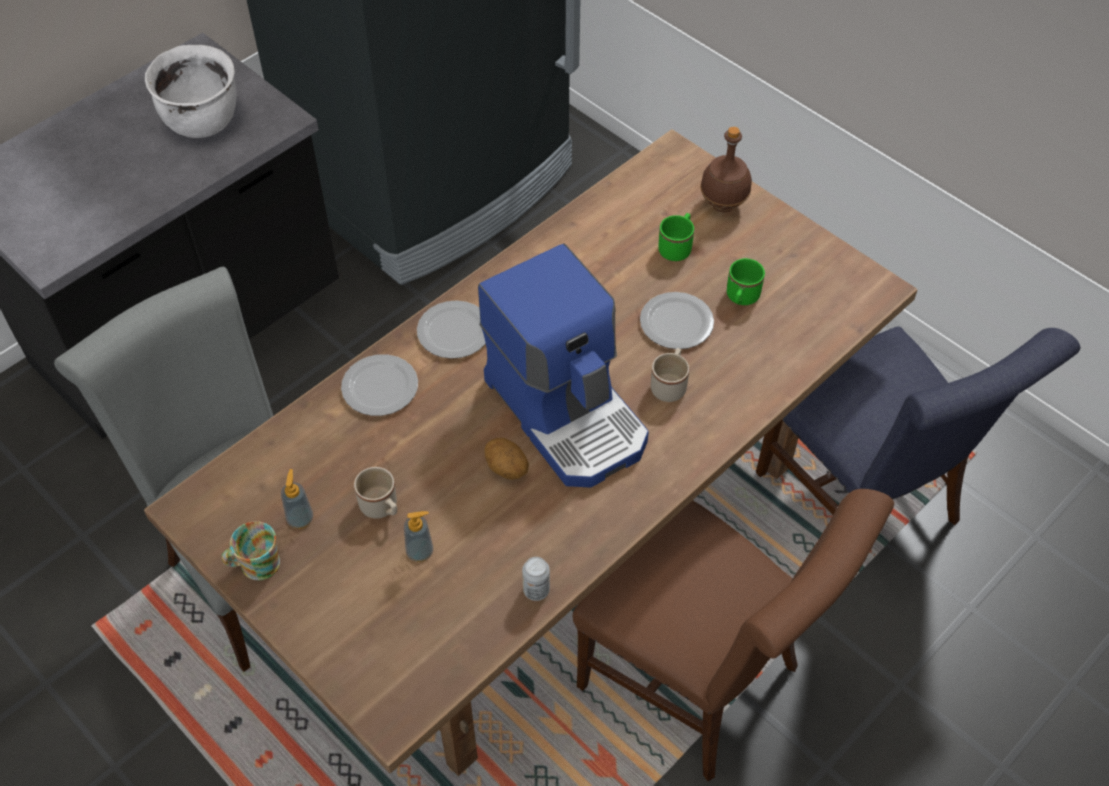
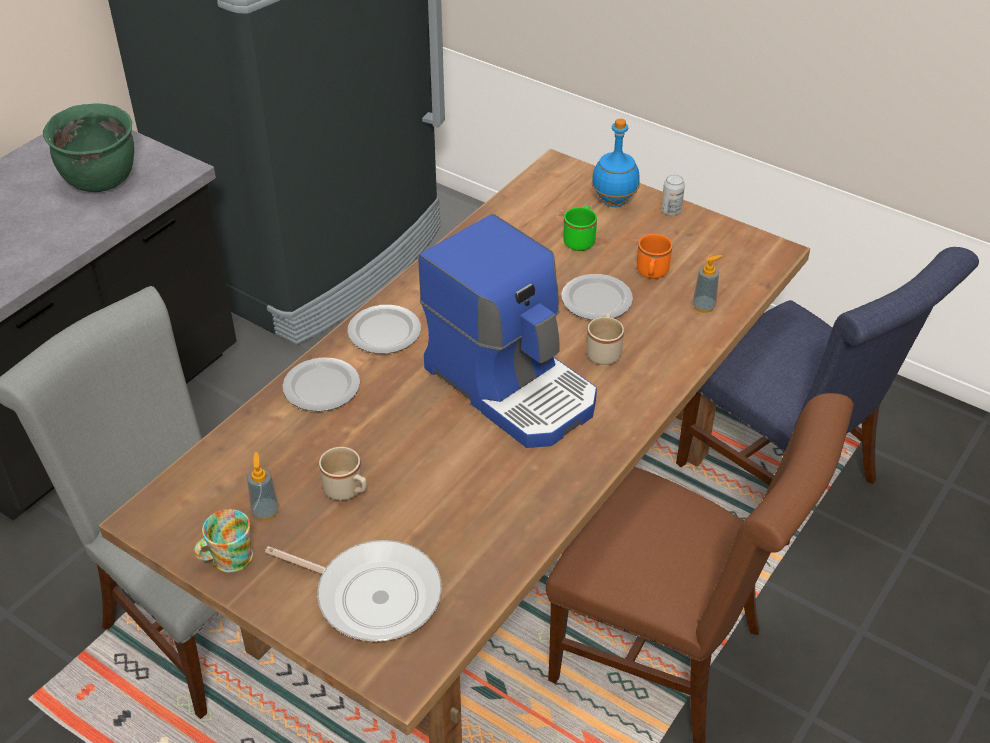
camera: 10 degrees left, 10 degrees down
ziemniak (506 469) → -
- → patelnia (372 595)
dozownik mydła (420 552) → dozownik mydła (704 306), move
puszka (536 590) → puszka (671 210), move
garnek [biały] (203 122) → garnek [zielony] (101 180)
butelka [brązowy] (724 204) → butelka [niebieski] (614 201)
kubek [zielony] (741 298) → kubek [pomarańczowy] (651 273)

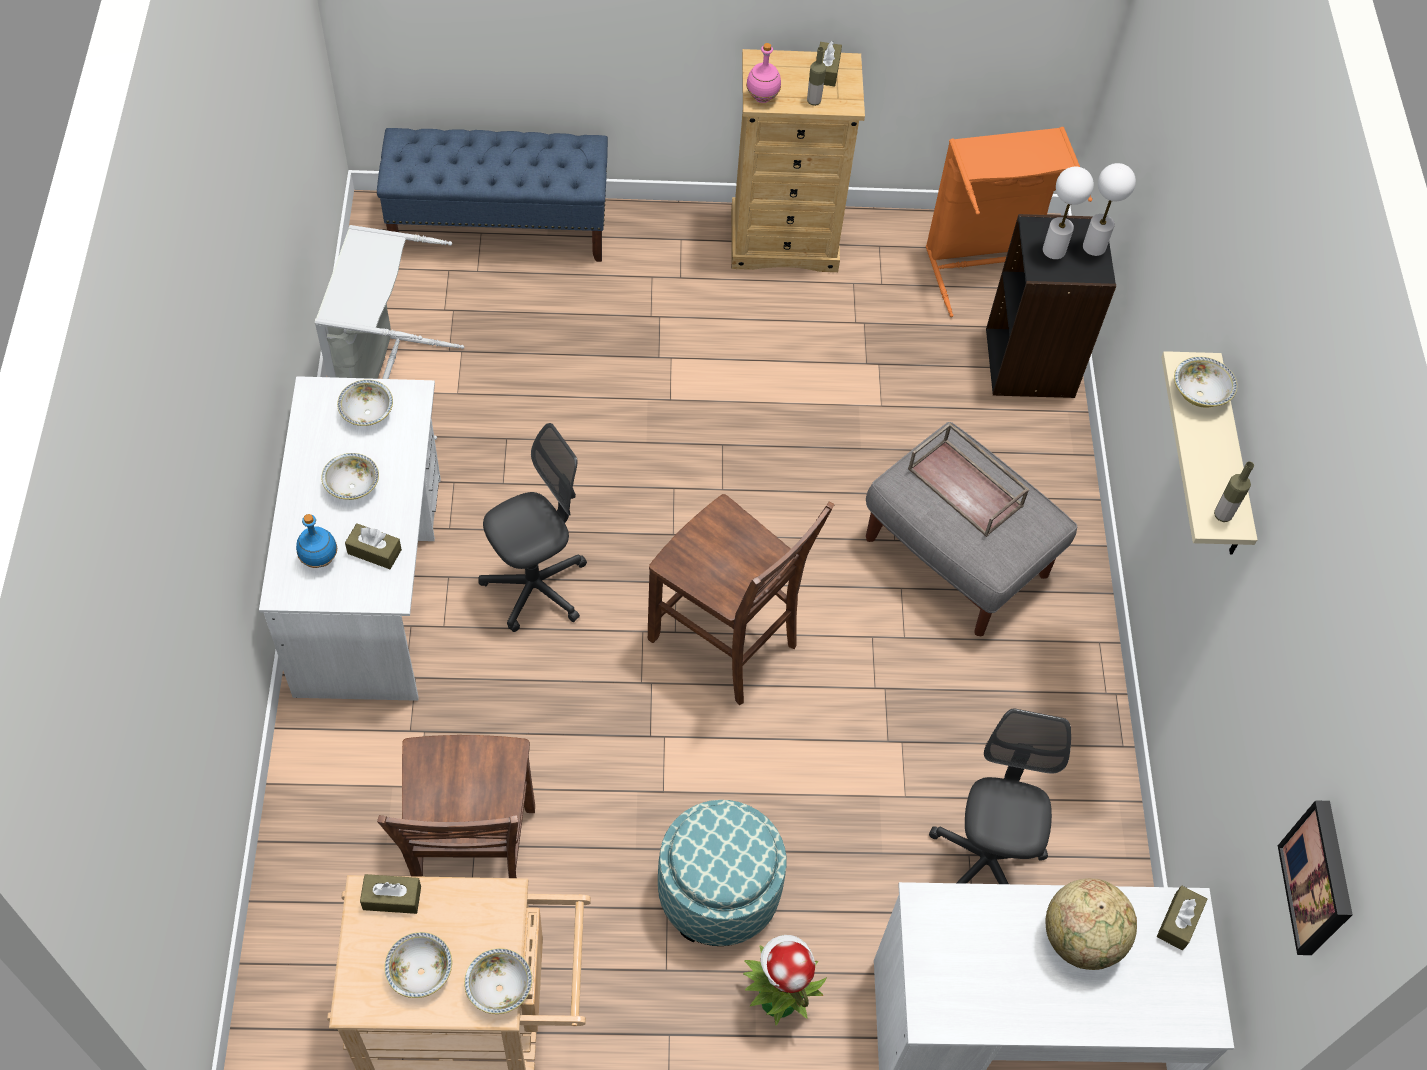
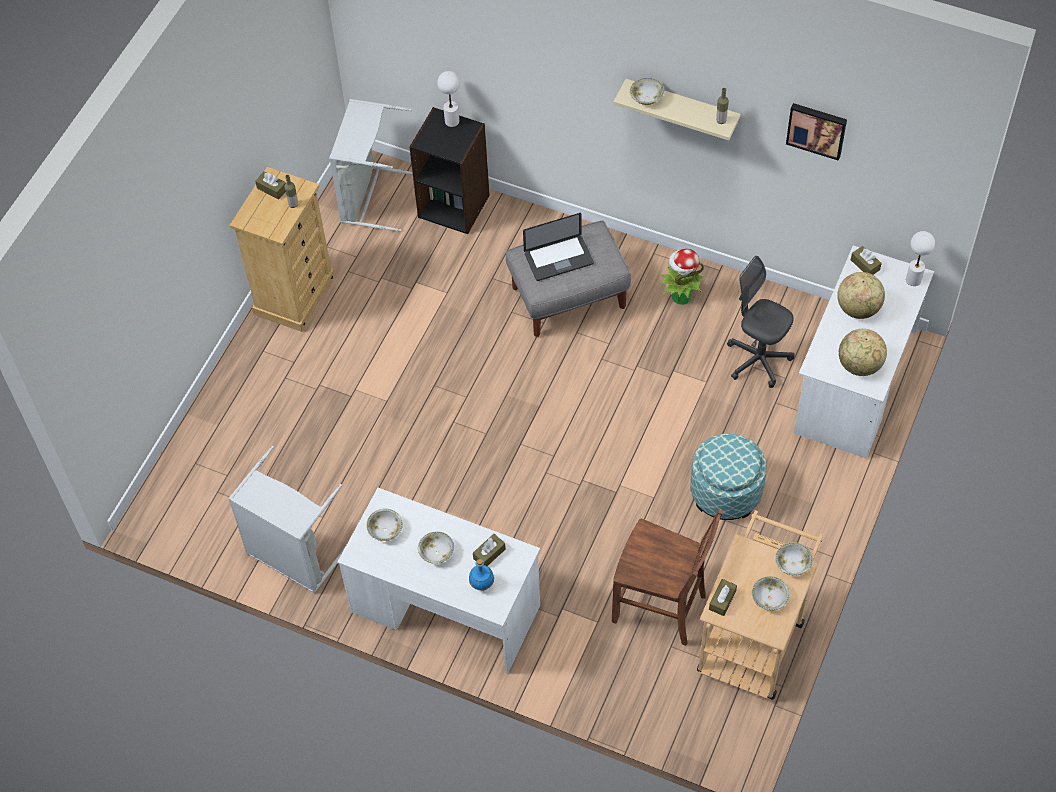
camera: 60 degrees left, 0 degrees up
ławka [niebieski] (500 229) → -
krzesło biurowe [szary] (535 587) → -
krzesło [brązowy] (726 643) → -
butelka [różowy] (761 97) → -
- → globus (859 365)
roślina doniczkowa (777 998) → roślina doniczkowa (680 296), move
lampa stołowa [biały] (1053 250) → lampa stołowa [biały] (913 280), move
obraz (1320 878) → obraz (817 129), move
taca [brązowy] (967 487) → laptop (558 259)
kosz na pranie [pomarańczowy] (987 265) → kosz na pranie [szary] (370 197)

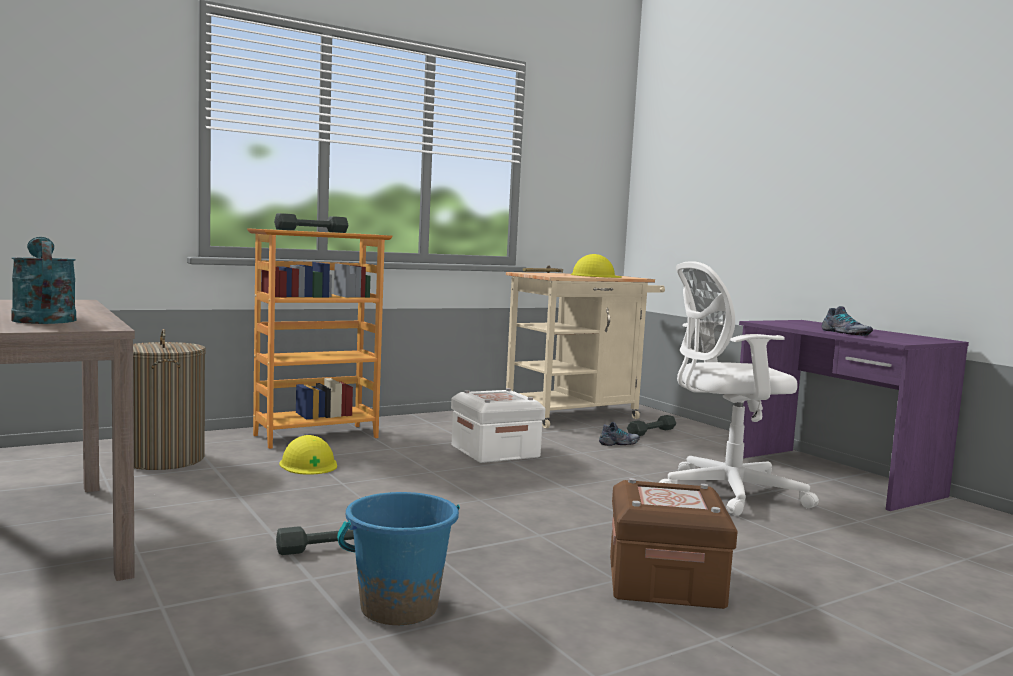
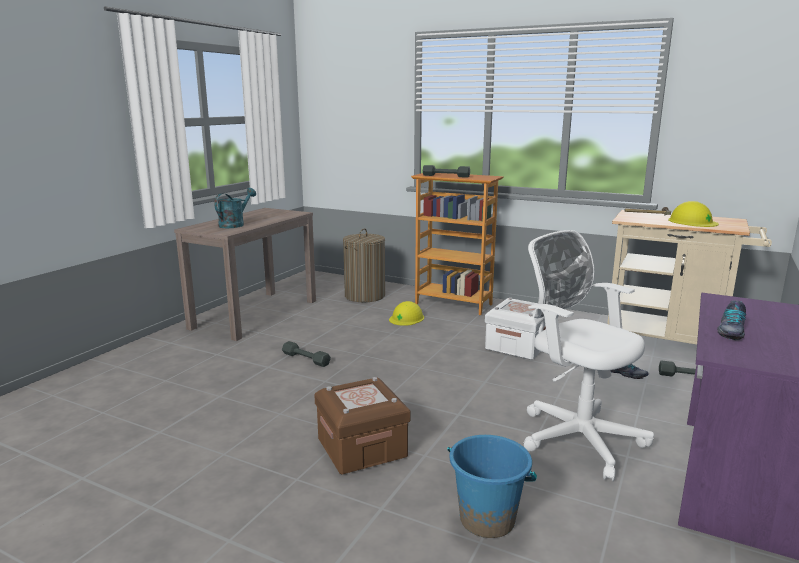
camera: 60 degrees right, 10 degrees up
wiadro [niebieski] (398 608) → wiadro [niebieski] (487 519), move

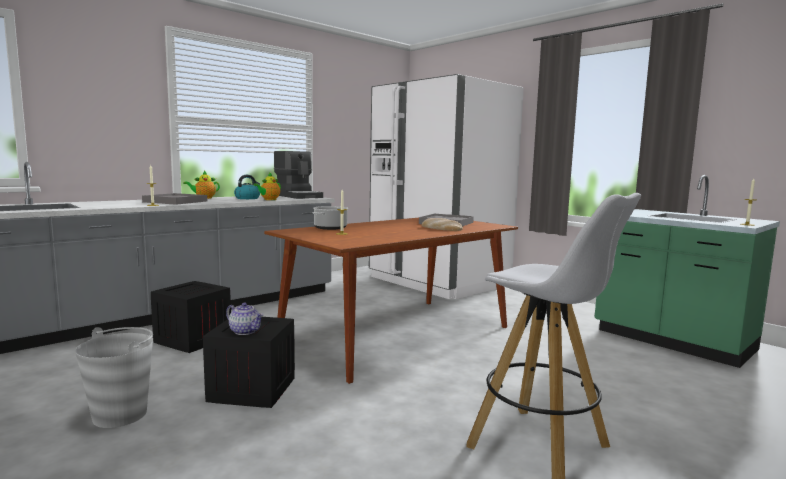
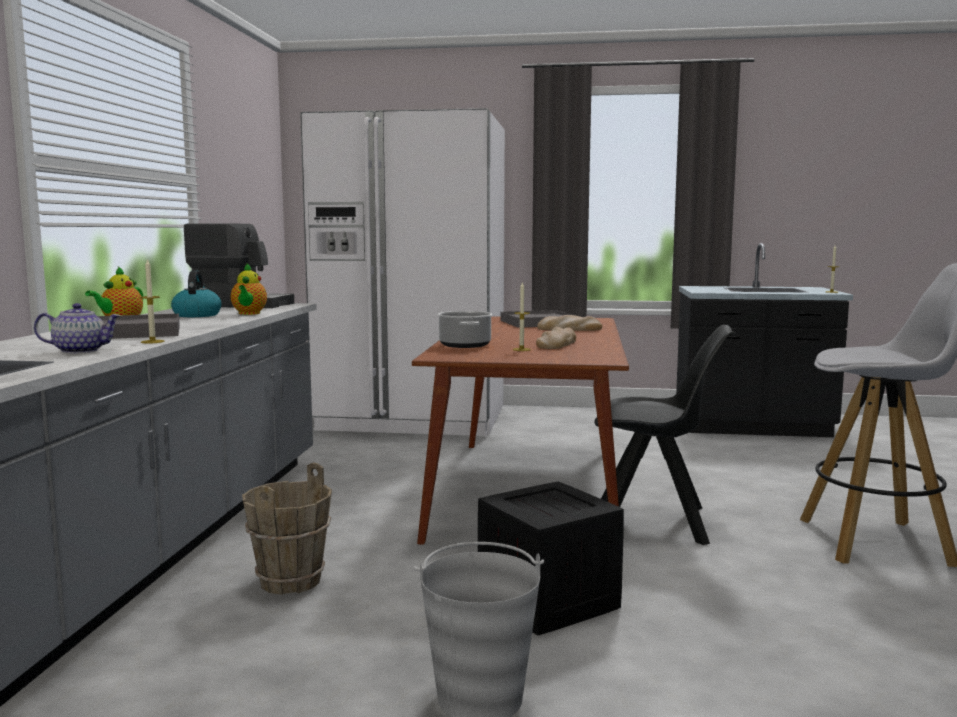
camera: 40 degrees left, 0 degrees up
- → chleb (557 344)
- → krzesło [czarny] (655 523)
imbryk (245 331) → imbryk (81 351), move
skrzynka (193 339) → wiadro [brązowy] (289 581)
zabudowa kuchenna [zielony] (672 341) → zabudowa kuchenna [czarny] (752 427)

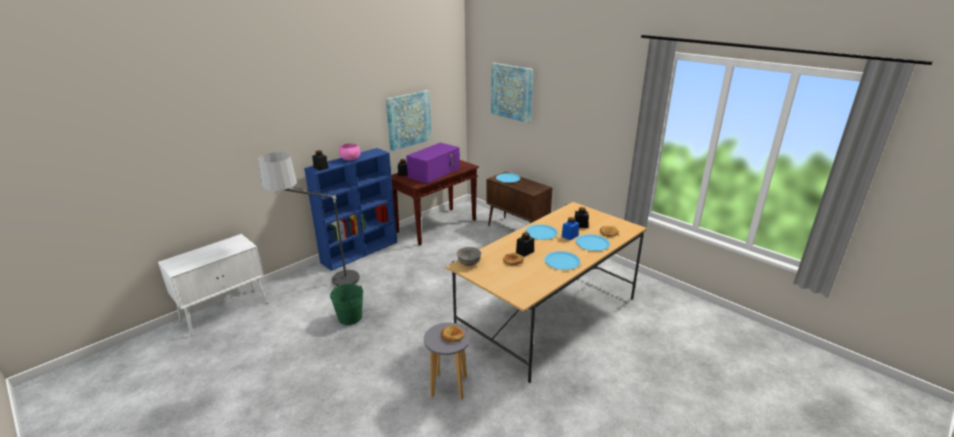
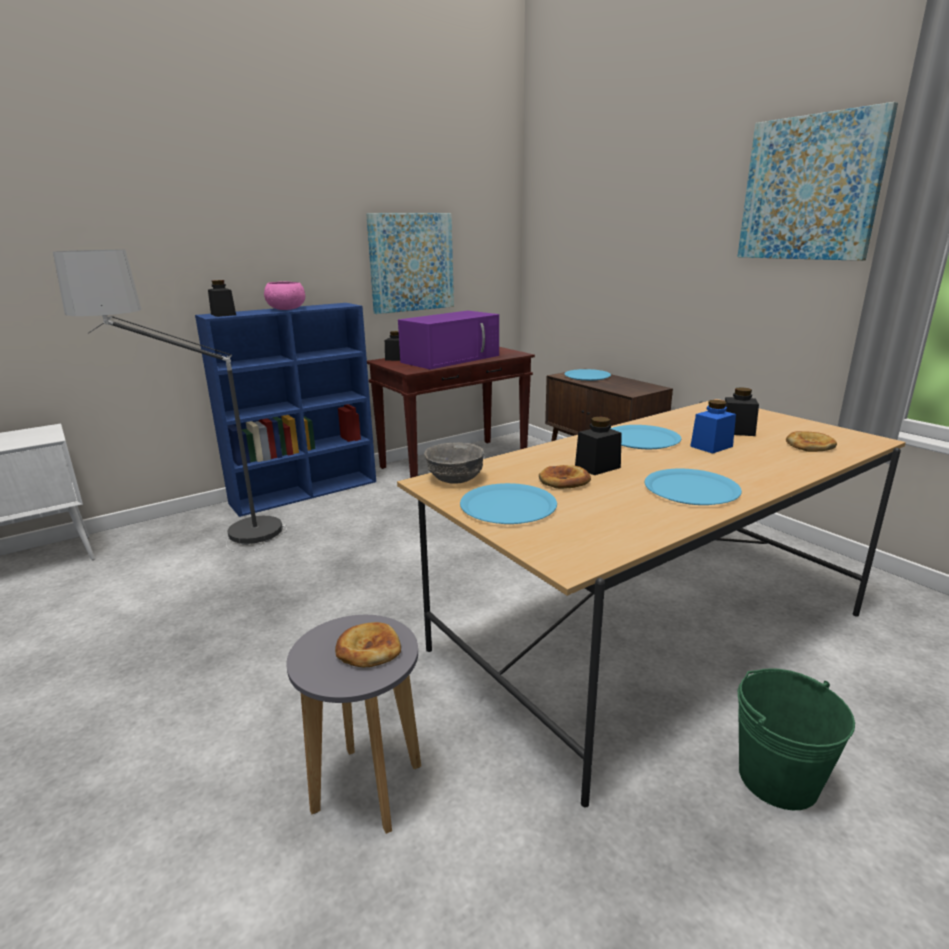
camera: 10 degrees right, 5 degrees down
wiadro [zielony] (350 317) → wiadro [zielony] (777 778), move
obraz (512 92) → obraz (810 189), move
talerz [niebieski] (592 243) → talerz [niebieski] (508 506), move

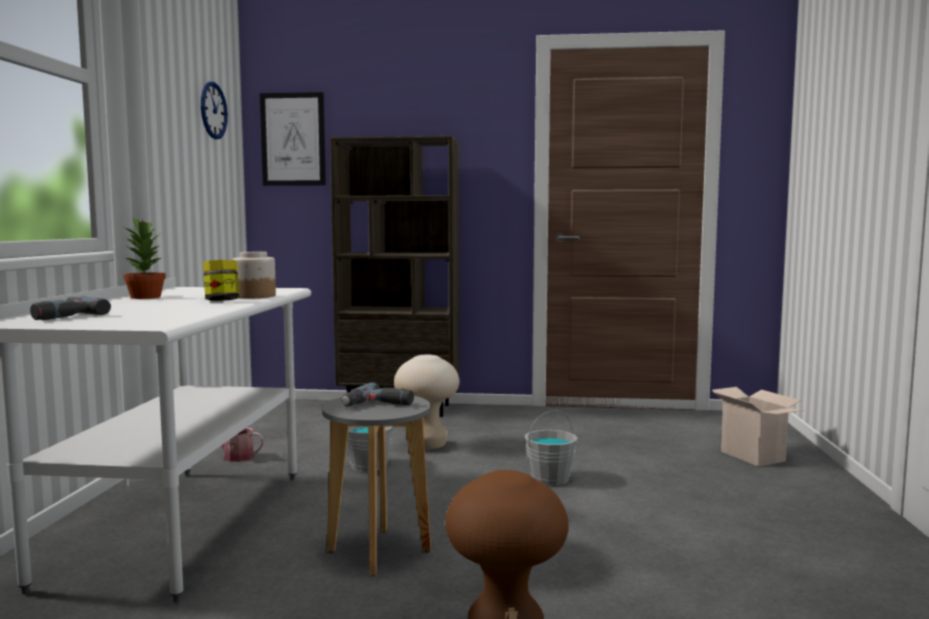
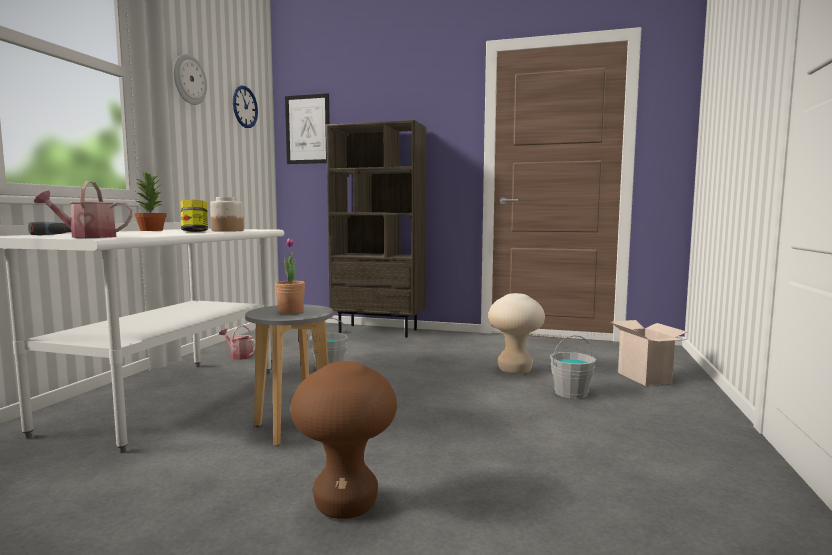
camera: 10 degrees right, 0 degrees up
- → konewka (87 237)
- → zegar ścienny (189 79)
stołek [beżowy] (427 445) → stołek [beżowy] (514 370), move
wiadro [szary] (550 479) → wiadro [szary] (571 393), move
wiertarka (378 405) → roślina doniczkowa (290 311)

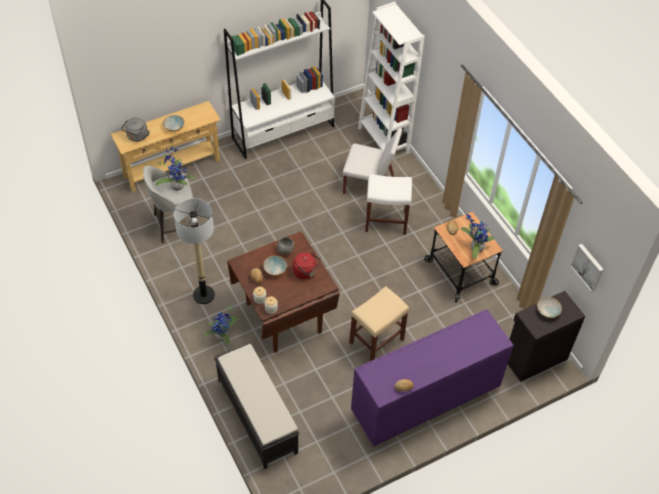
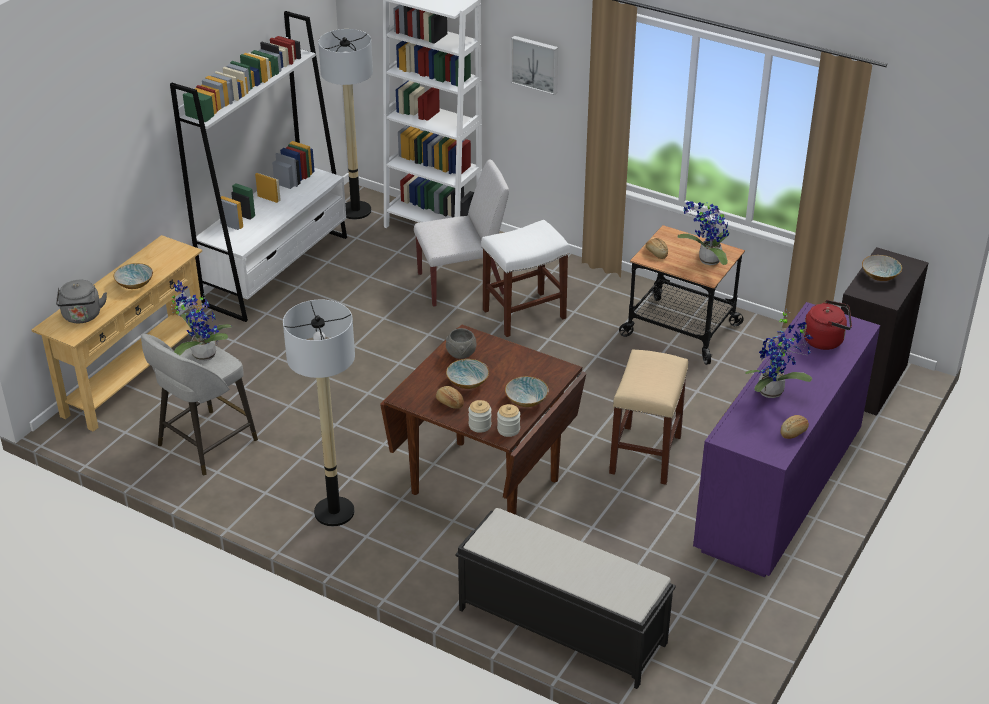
camera: 30 degrees left, 15 degrees down
- → lampa stojąca (355 211)
- → miska (527 400)
roślina doniczkowa (223 337) → roślina doniczkowa (774 392), move
czajnik [czerwony] (306 272) → czajnik [czerwony] (826 340), move
obraz (588 267) → obraz (535 64), move

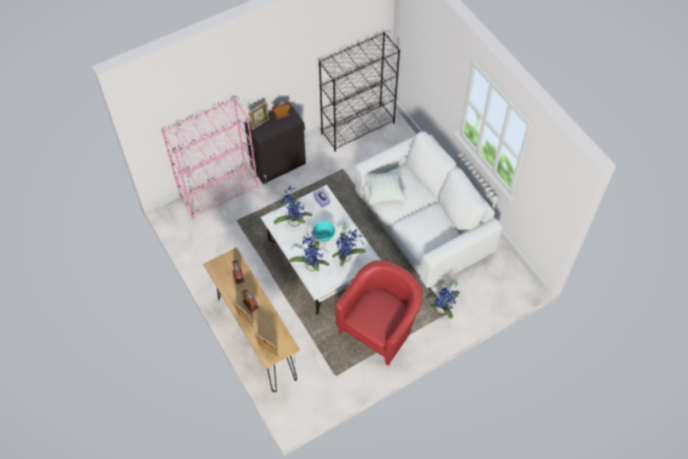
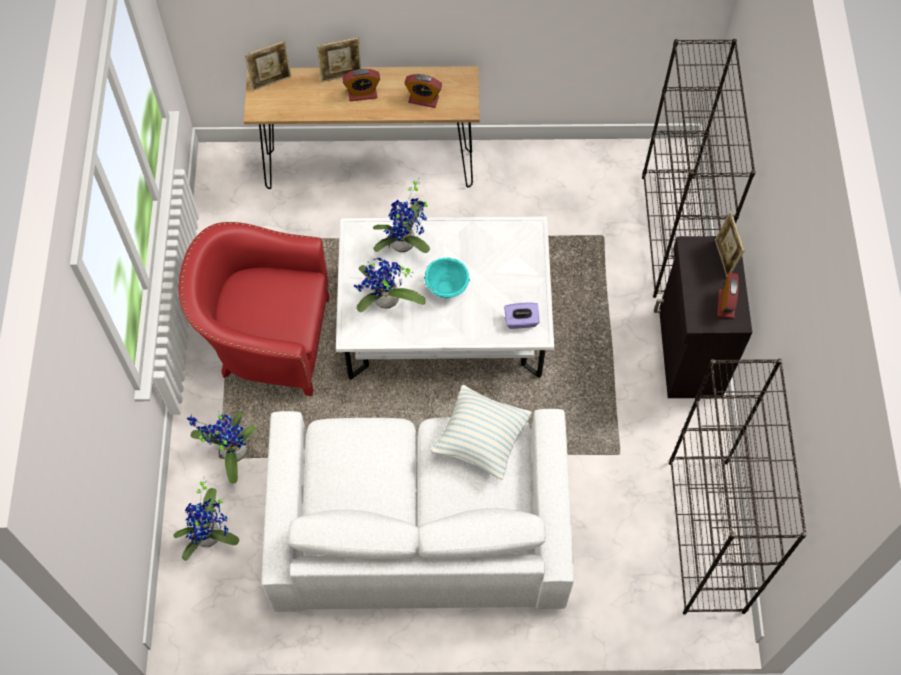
camera: 120 degrees right, 5 degrees up
roślina doniczkowa (293 220) → roślina doniczkowa (211 536), move
regał [różowy] (220 193) → regał [czarny] (675 236)
fotel [czerwony] (379 327) → fotel [czerwony] (268 340), 120 degrees clockwise

